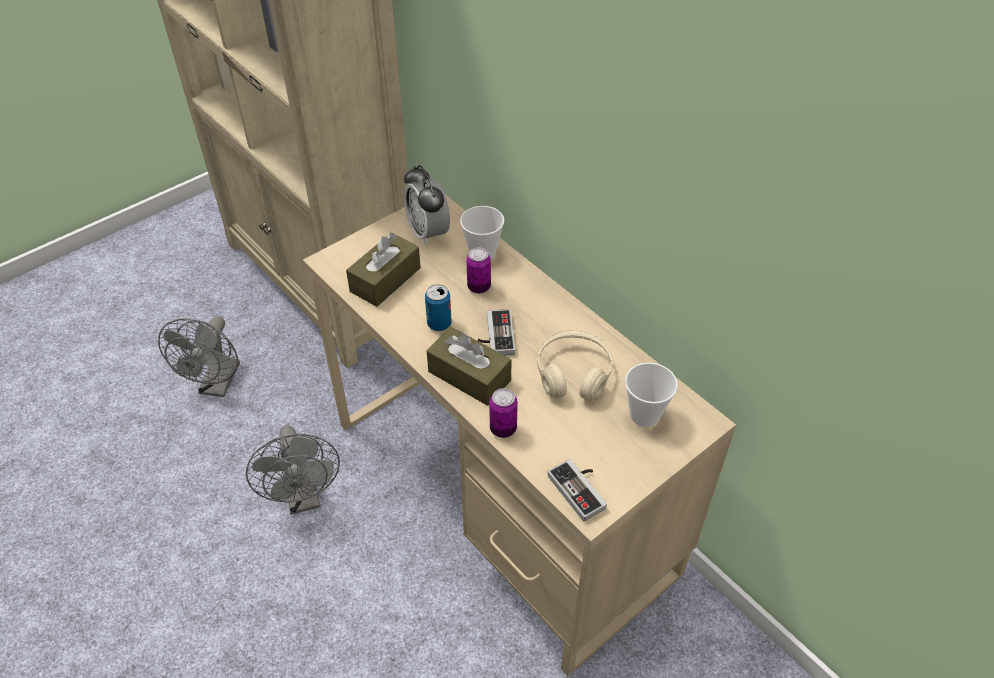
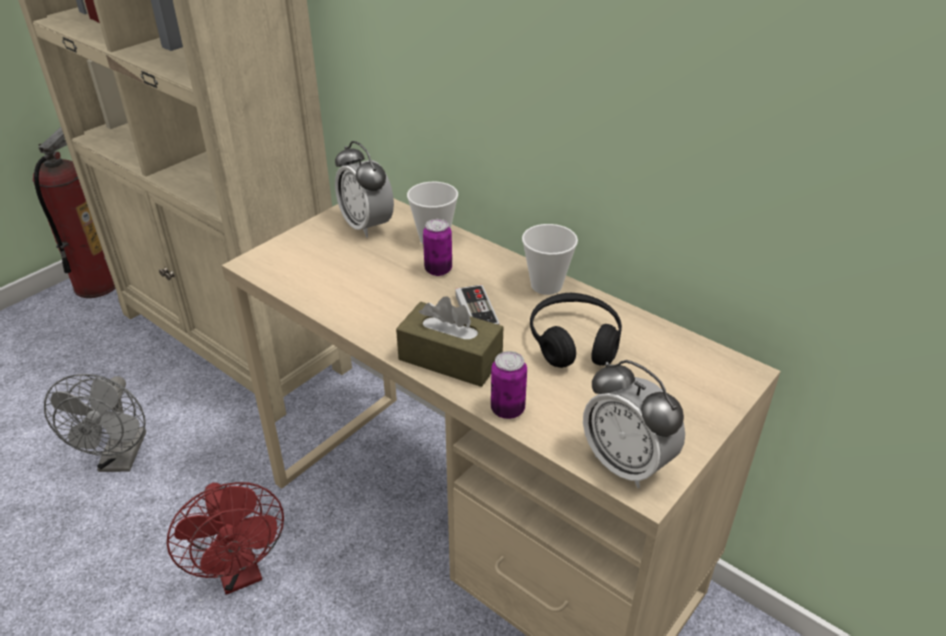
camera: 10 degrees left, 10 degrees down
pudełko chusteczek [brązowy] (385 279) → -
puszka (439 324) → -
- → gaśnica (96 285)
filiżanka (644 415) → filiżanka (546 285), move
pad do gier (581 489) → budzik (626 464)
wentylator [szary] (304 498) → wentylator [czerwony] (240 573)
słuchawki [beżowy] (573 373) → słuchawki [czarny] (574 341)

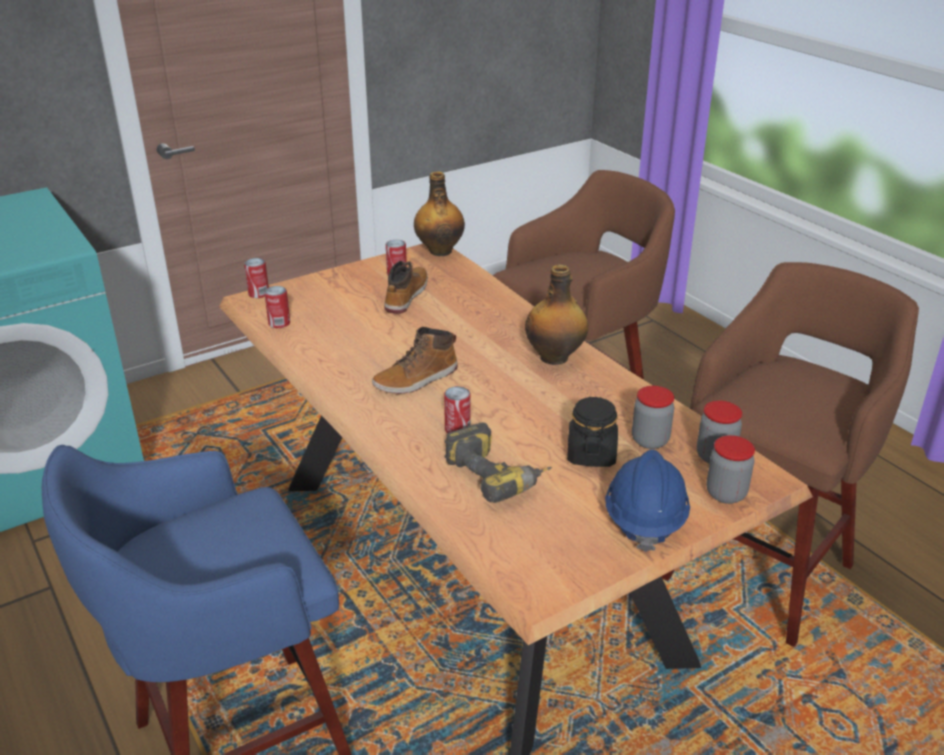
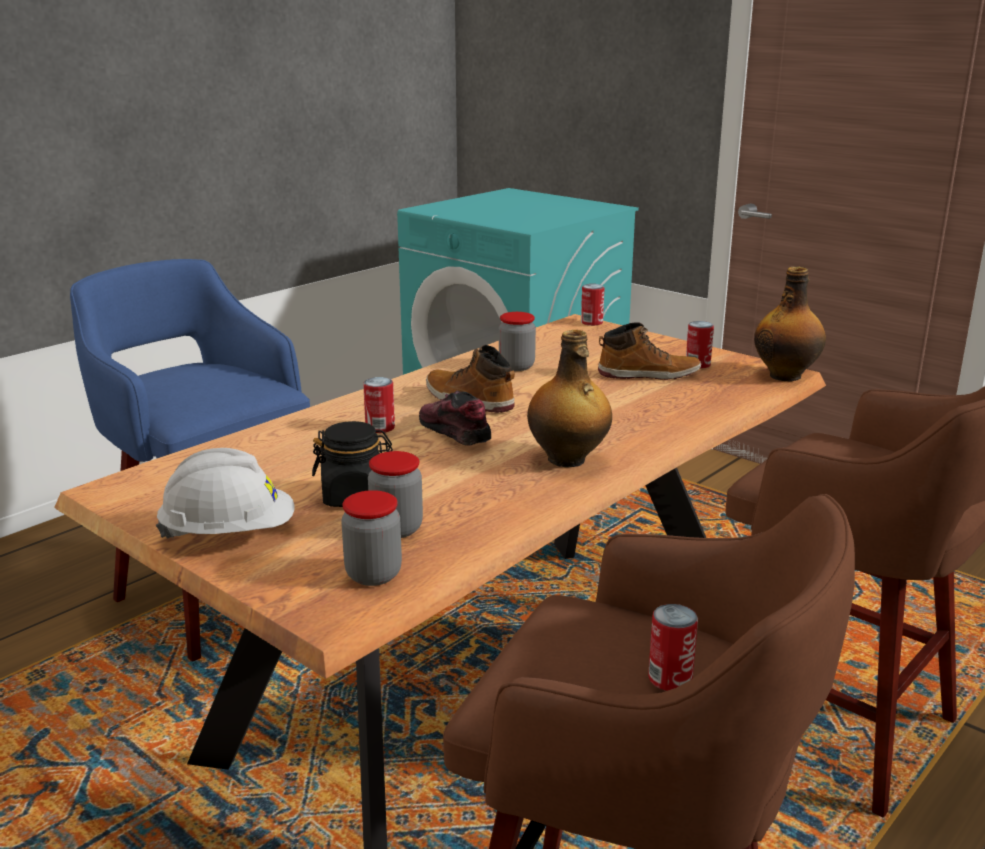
camera: 75 degrees right, 10 degrees down
wiertarka (499 475) → -
- → but (454 433)
puszka (279 323) → puszka (670 678), move
słoik (726 494) → słoik (516 366), move
kask [niebieski] (644 518) → kask [biały] (229 534)

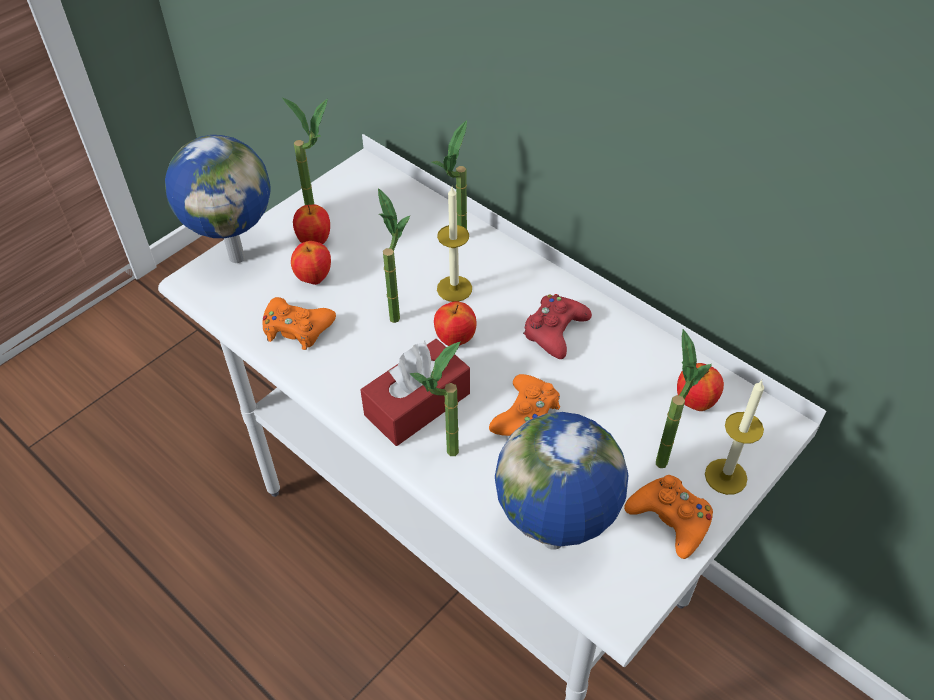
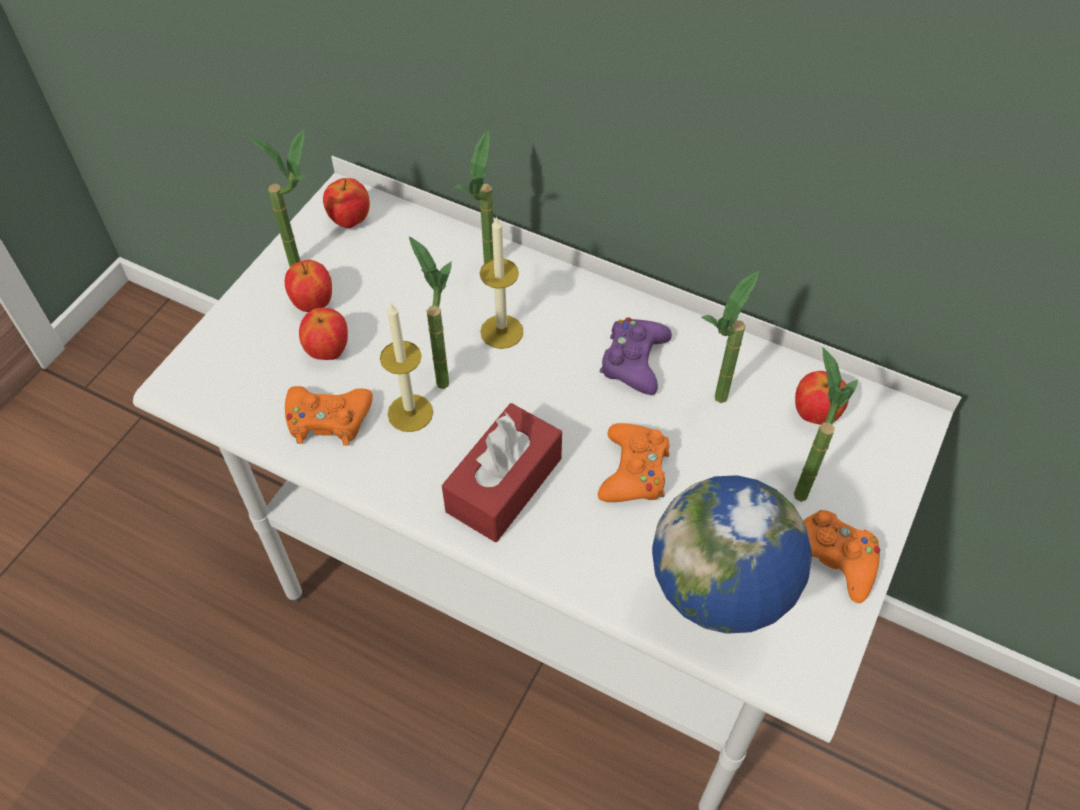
camera: 15 degrees left, 5 degrees up
globus (237 256) → -
roślina doniczkowa (443 458) → roślina doniczkowa (714 407), move
jabłko (455 340) → jabłko (350 221), move
świeca (726 476) → świeca (410 413), move
pad do gier [czerwony] (554 331) → pad do gier [fioletowy] (634 361)

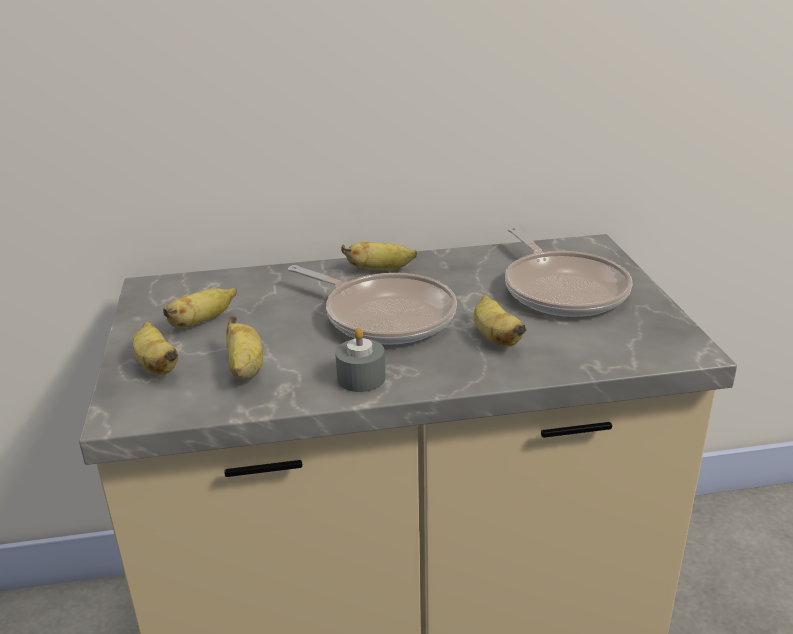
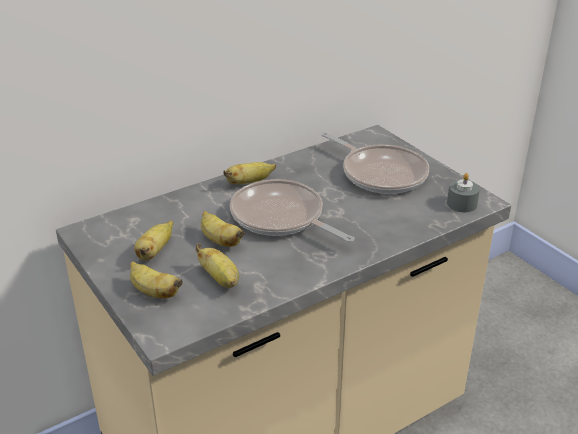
camera: 25 degrees left, 5 degrees up
świeca [szary] (361 378) → świeca [szary] (461 204), move
banan (495 338) → banan (220 241), move
patelnia (384 315) → patelnia (281 218), 150 degrees counterclockwise

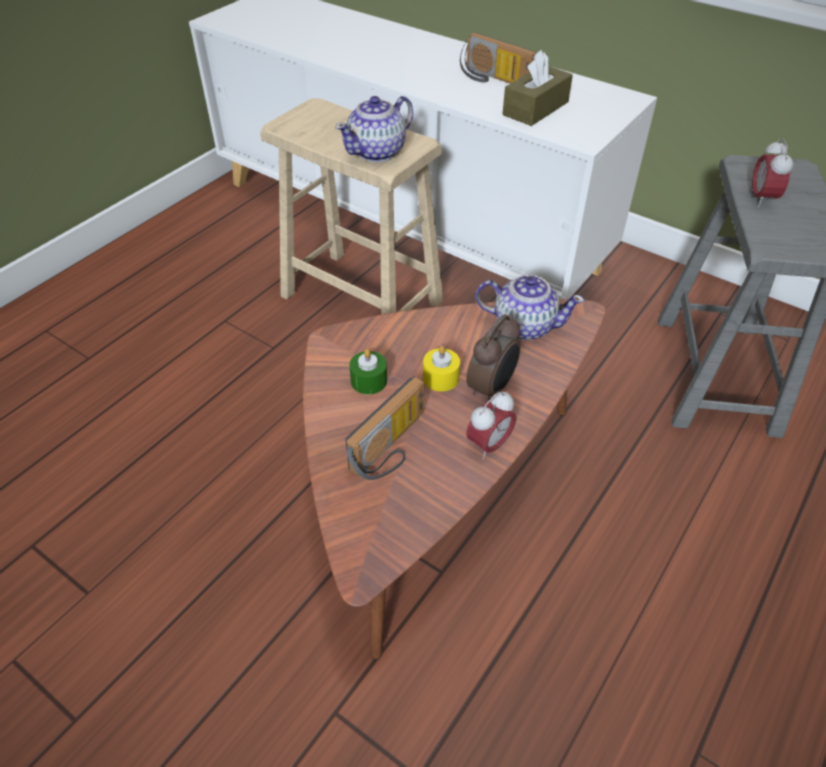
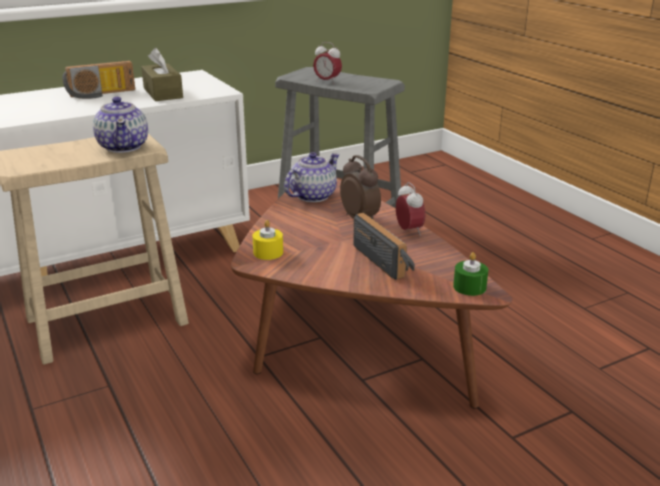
camera: 65 degrees left, 20 degrees down
świeca [zielony] (369 381) → świeca [zielony] (469 287), move
świeca [żółty] (441 378) → świeca [żółty] (268 252), move

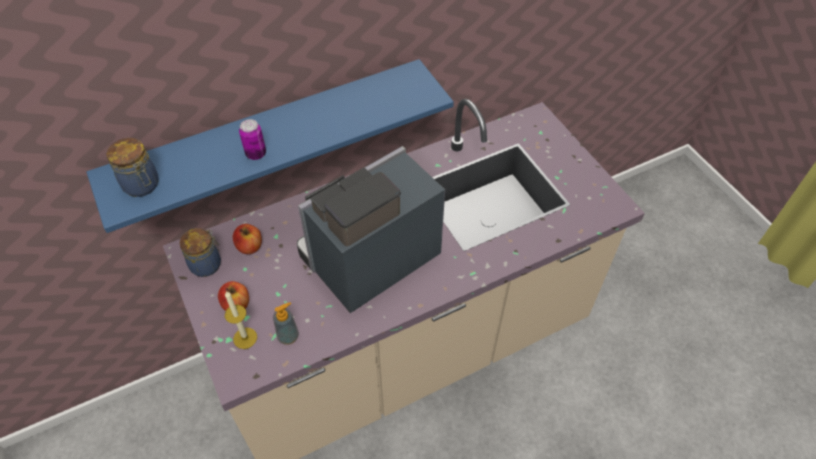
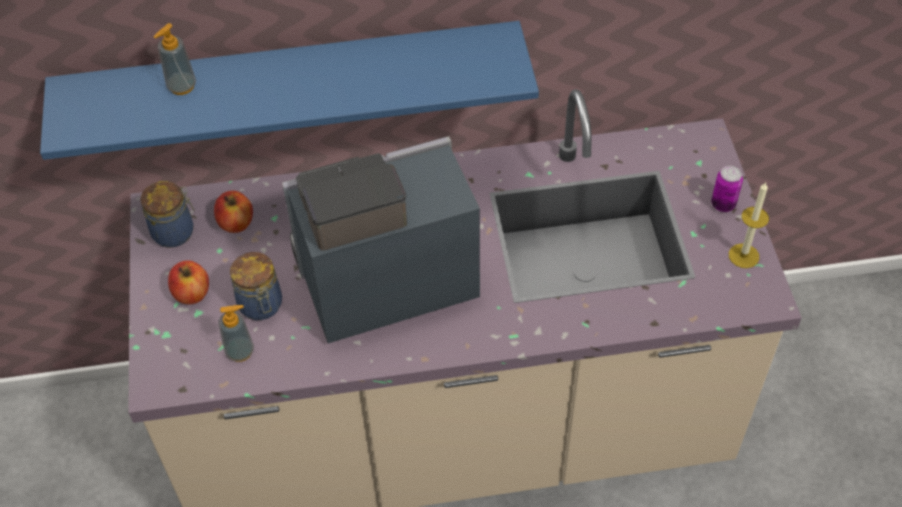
camera: 20 degrees right, 0 degrees up
- → dozownik mydła (182 86)
słoik (142 185) → słoik (261 306), move
świeca (245 338) → świeca (743 256), move
puszka (256 154) → puszka (723 204), move

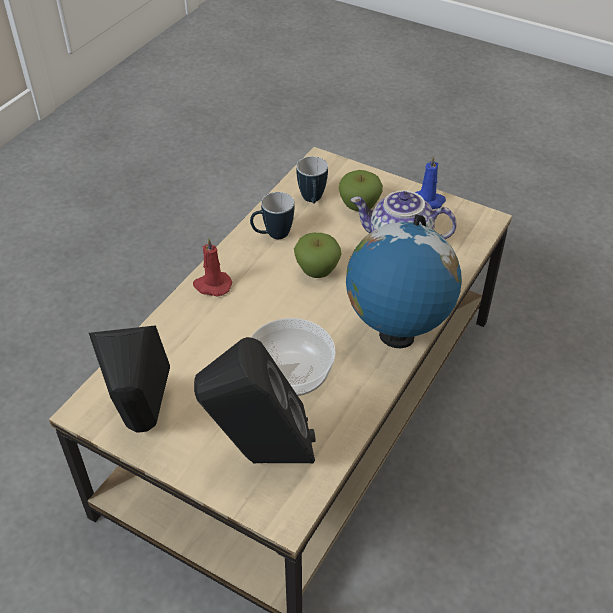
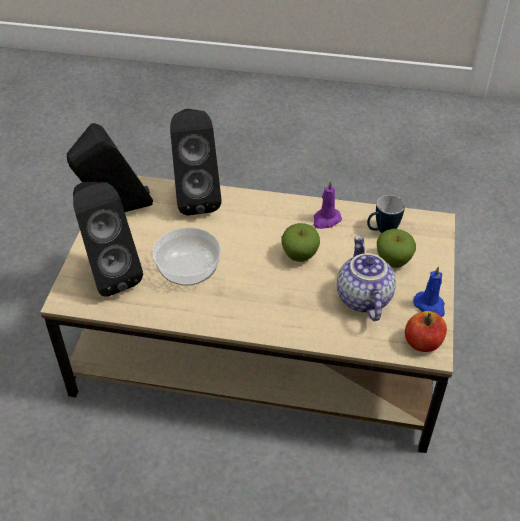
camera: 70 degrees right, 0 degrees up
świeca [czerwony] (212 285) → -
globus (396 336) → -
- → głośnik [czarny] (196 197)
- → jabłko (423 342)
kubek (272 235) → świeca [fioletowy] (326 220)

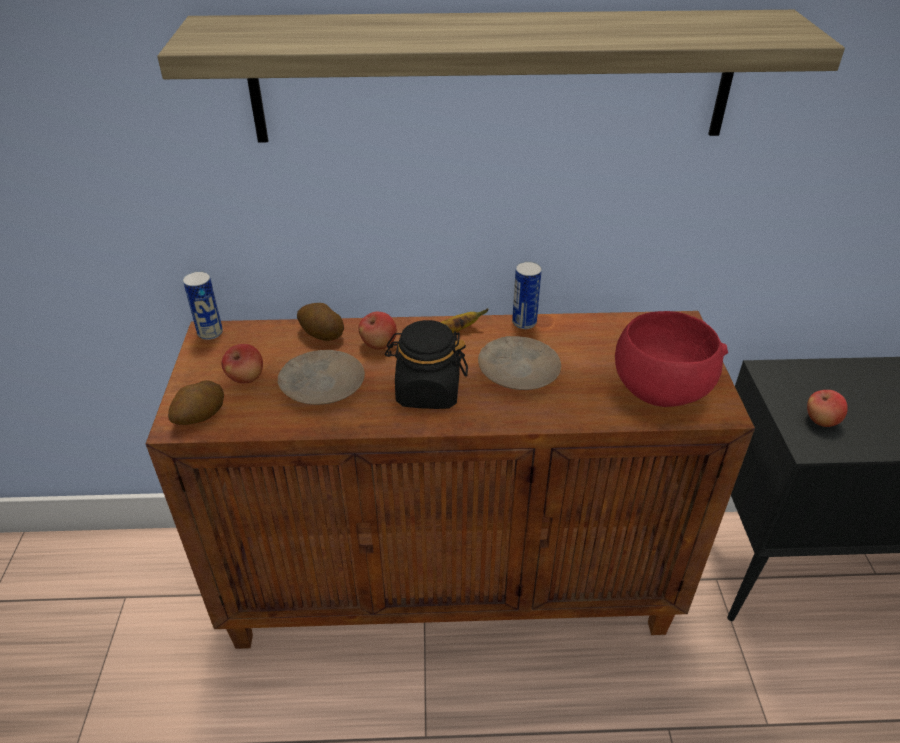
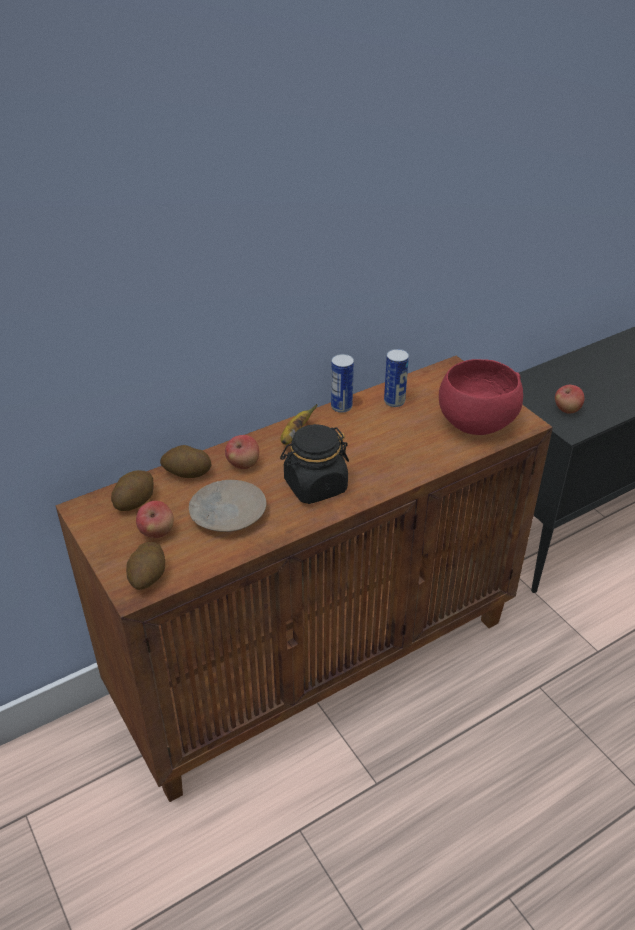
camera: 30 degrees left, 0 degrees up
półka (492 78) → -
talerz [beżowy] (518 371) → -
- → ziemniak (134 501)
puszka (210 332) → puszka (394 401), move

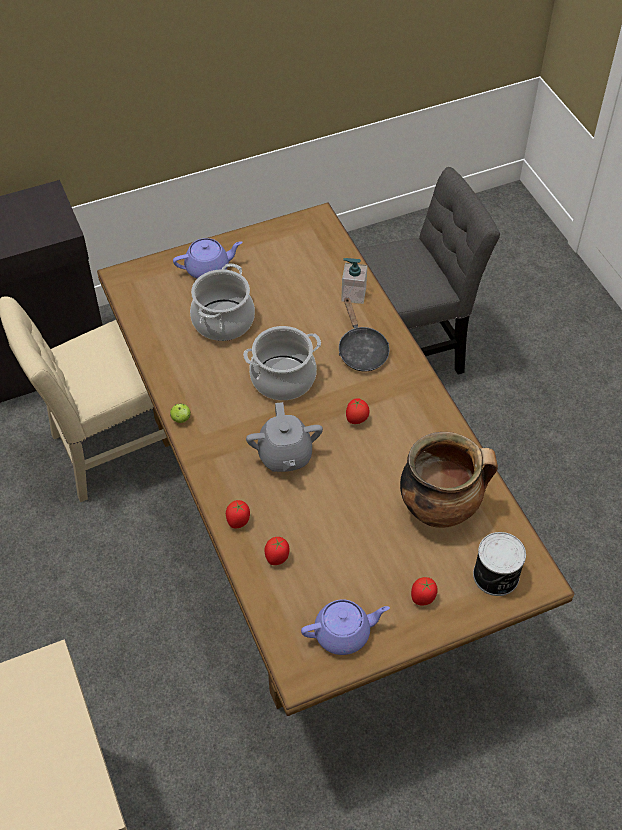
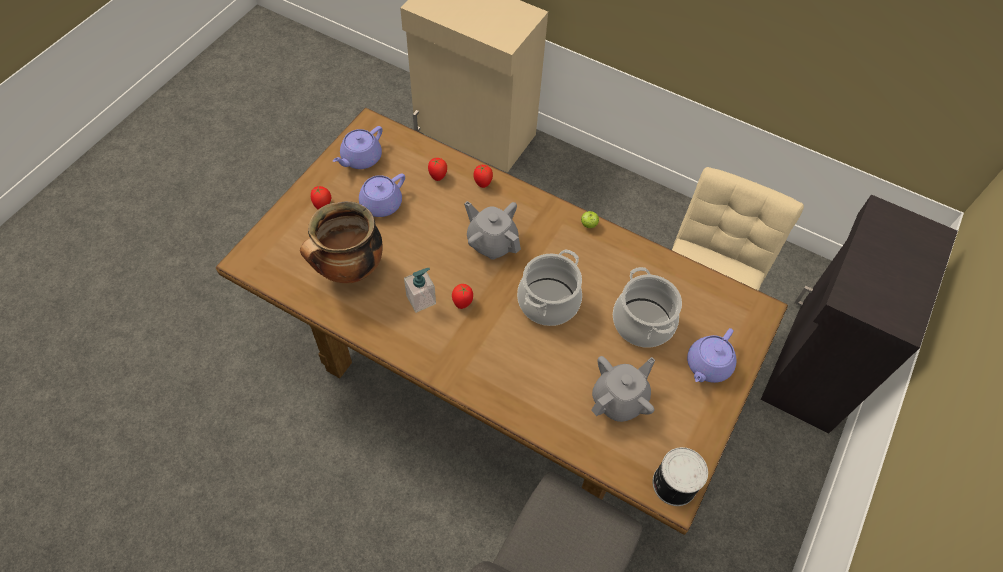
camera: 140 degrees right, 5 degrees up
patelnia [czarny] (361 350) → -
- → imbryk [fioletowy] (380 205)
- → imbryk [szary] (619 399)
dozownik mydła (353 294) → dozownik mydła (421 299), move
puszka (496 576) → puszka (673 483), move

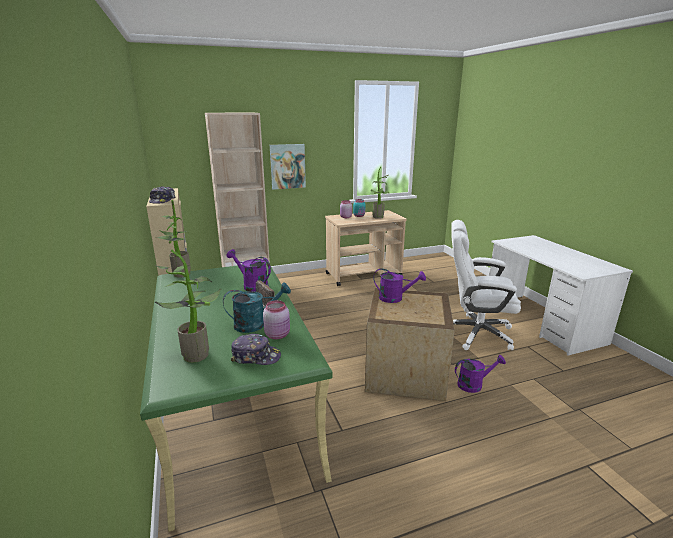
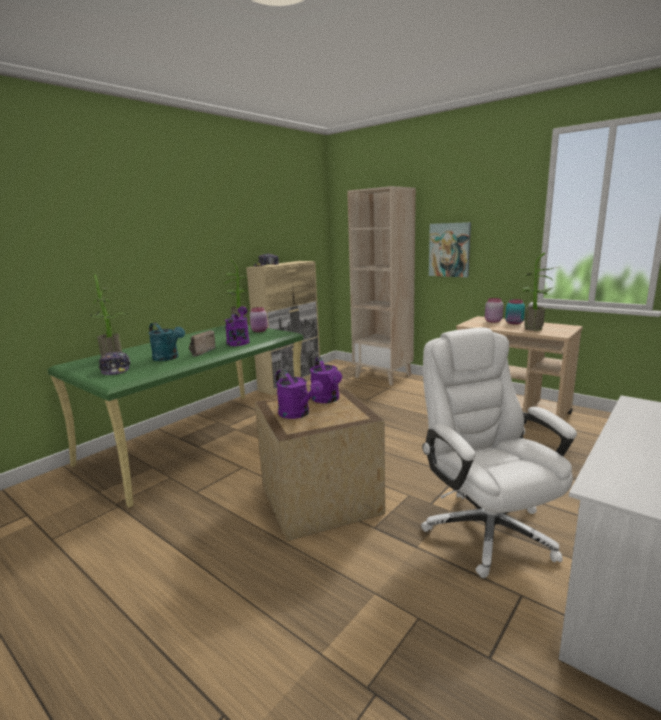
camera: 60 degrees right, 5 degrees down
słoik [różowy] (278 335) → słoik [różowy] (260 331), move
konewka [fioletowy] (474 384) → konewka [fioletowy] (298 414), move

